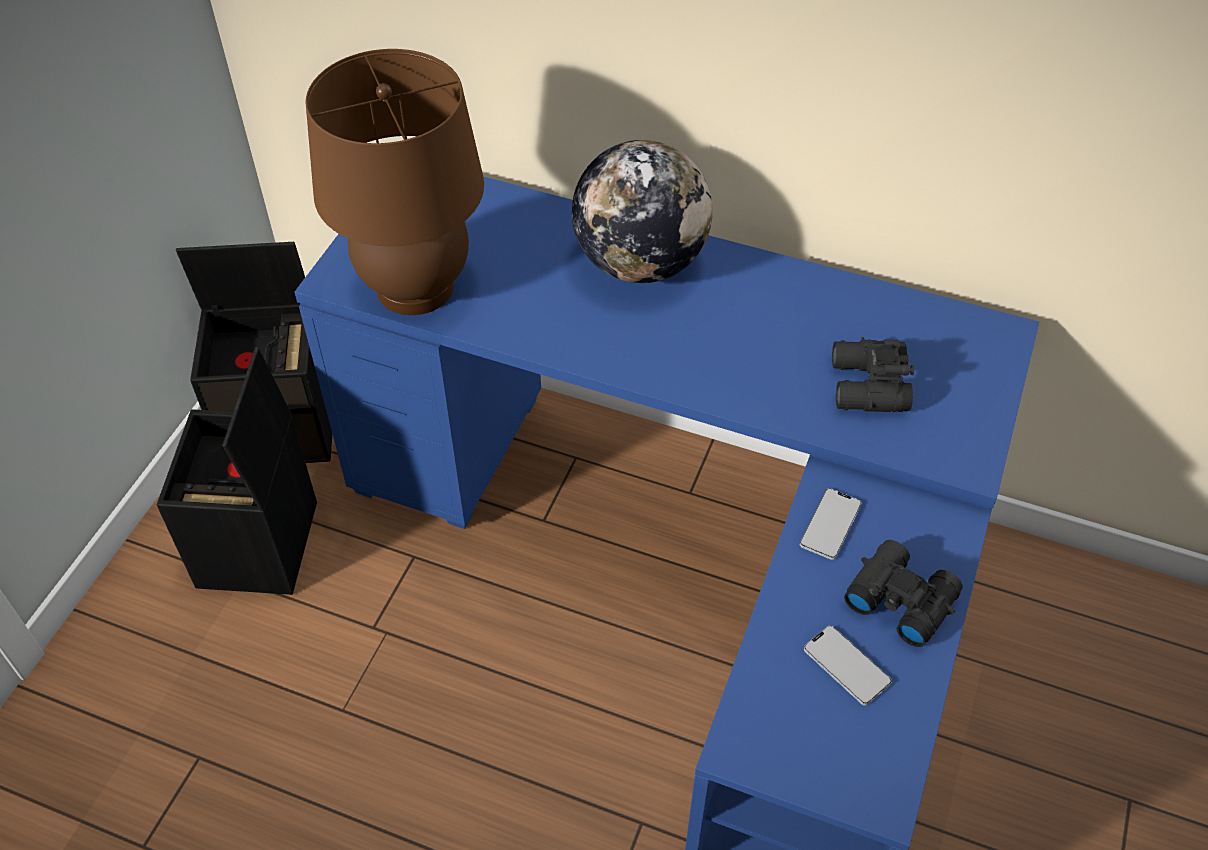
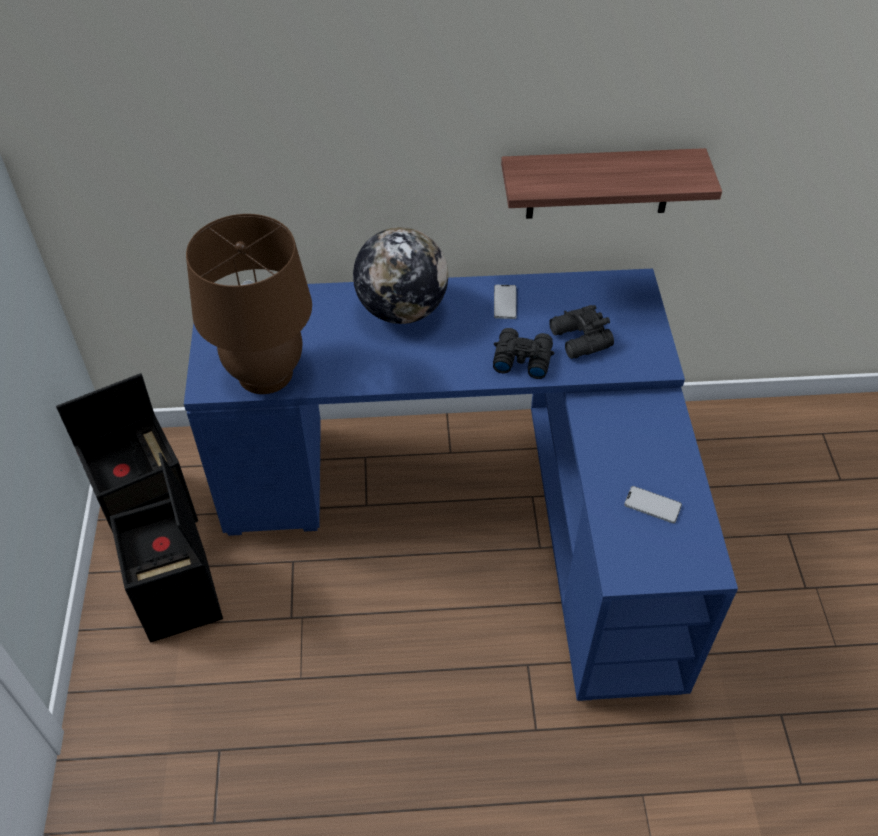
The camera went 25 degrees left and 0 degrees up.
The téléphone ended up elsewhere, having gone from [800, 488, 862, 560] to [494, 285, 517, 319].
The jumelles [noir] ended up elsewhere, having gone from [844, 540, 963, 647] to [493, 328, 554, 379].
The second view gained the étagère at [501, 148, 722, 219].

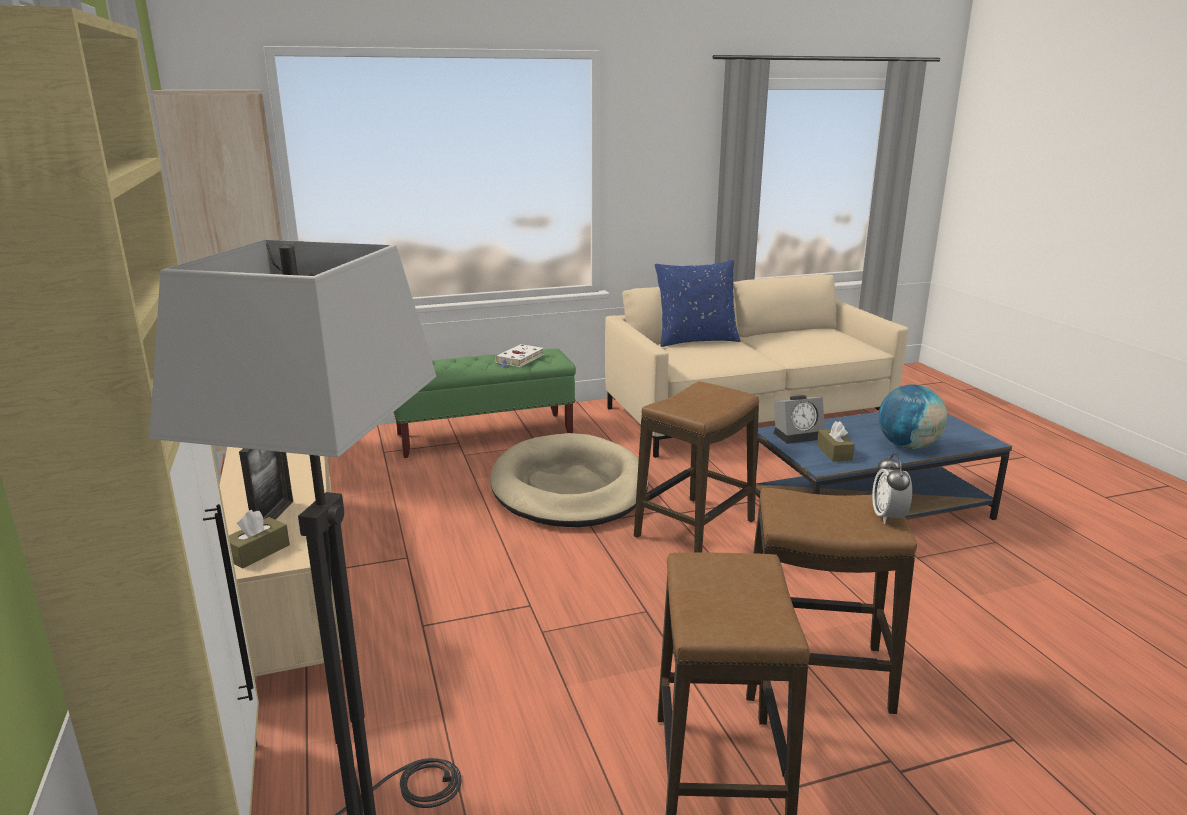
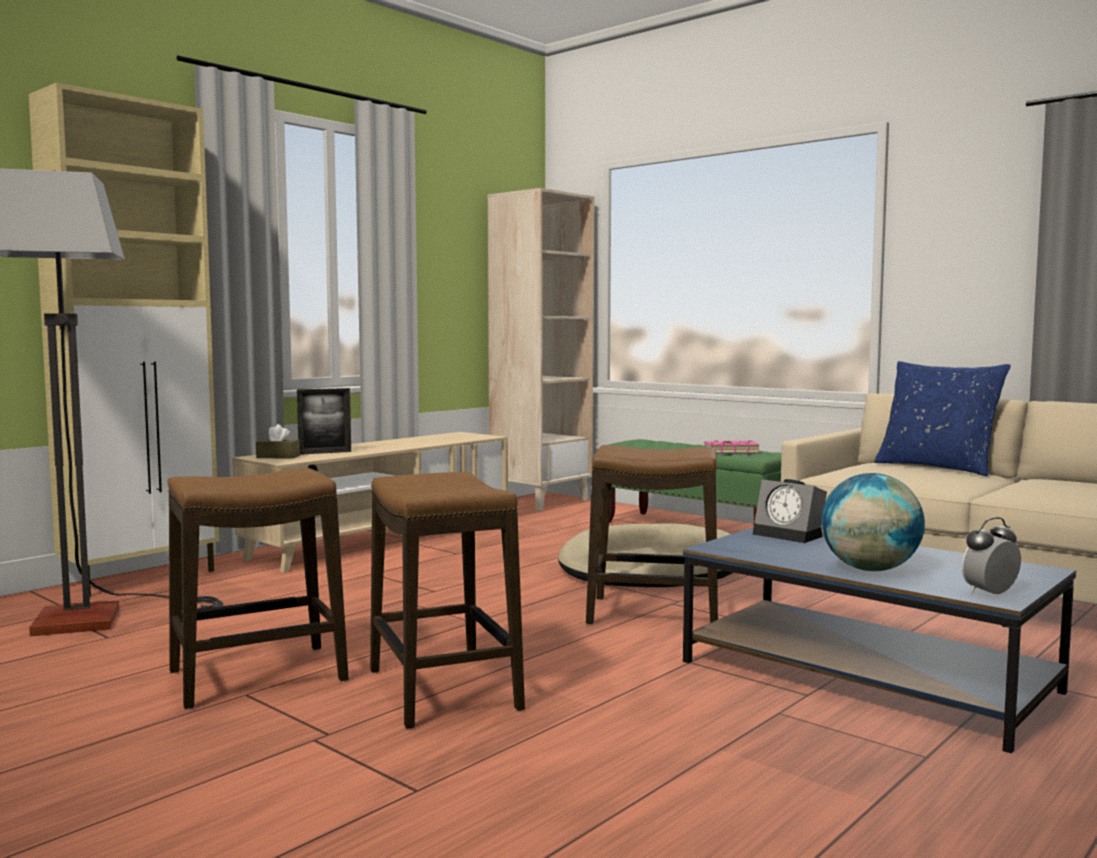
The camera went 60 degrees right and 15 degrees down.
What was the livre [blanc] at [495, 344, 544, 368] turned into the livre [rose] at [704, 440, 760, 453].
The second view lost the boîte à mouchoirs [marron] at [817, 421, 855, 462].
The réveil ended up elsewhere, having gone from [872, 454, 912, 524] to [962, 517, 1021, 596].

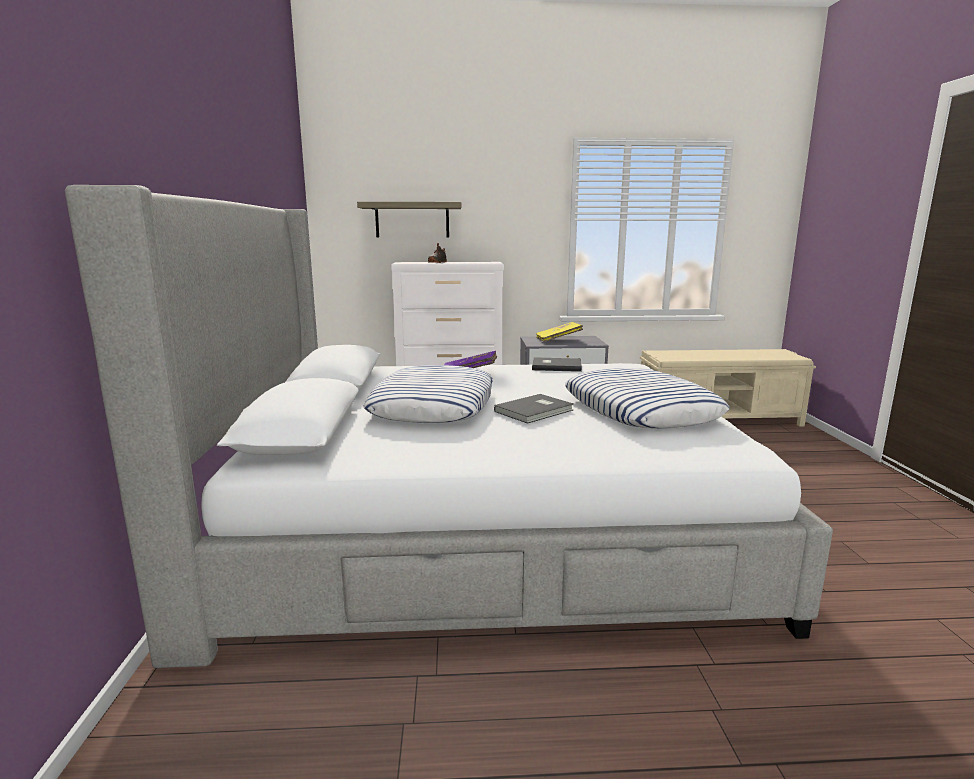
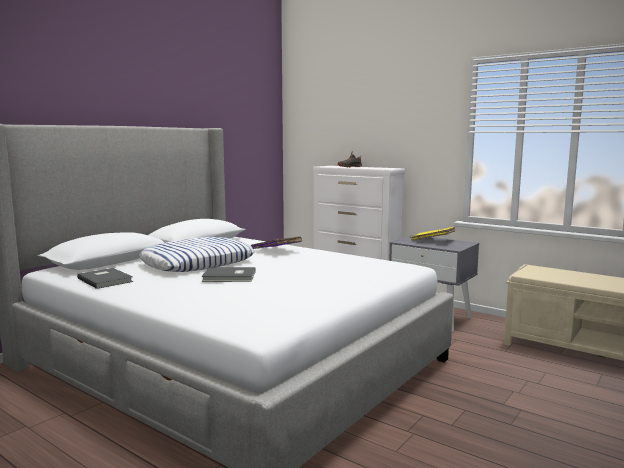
The camera went 40 degrees right and 5 degrees down.
The second view lost the étagère at [357, 202, 461, 238].
The livre [gris] ended up elsewhere, having gone from [532, 357, 582, 372] to [77, 268, 133, 289].
The second view lost the coussin at [565, 368, 730, 429].

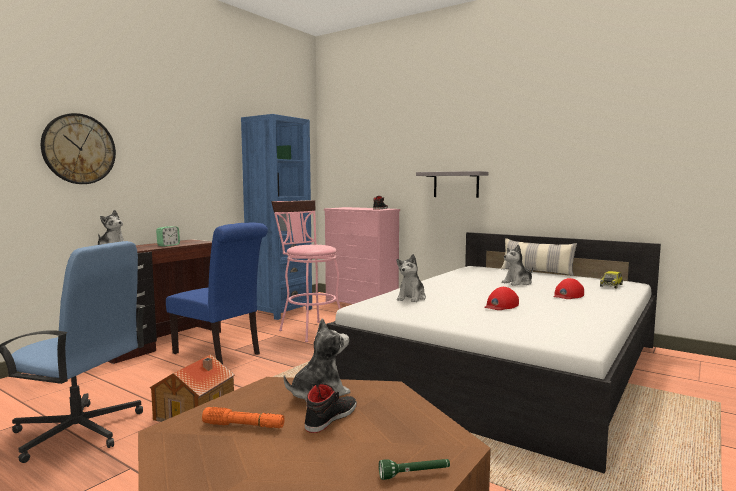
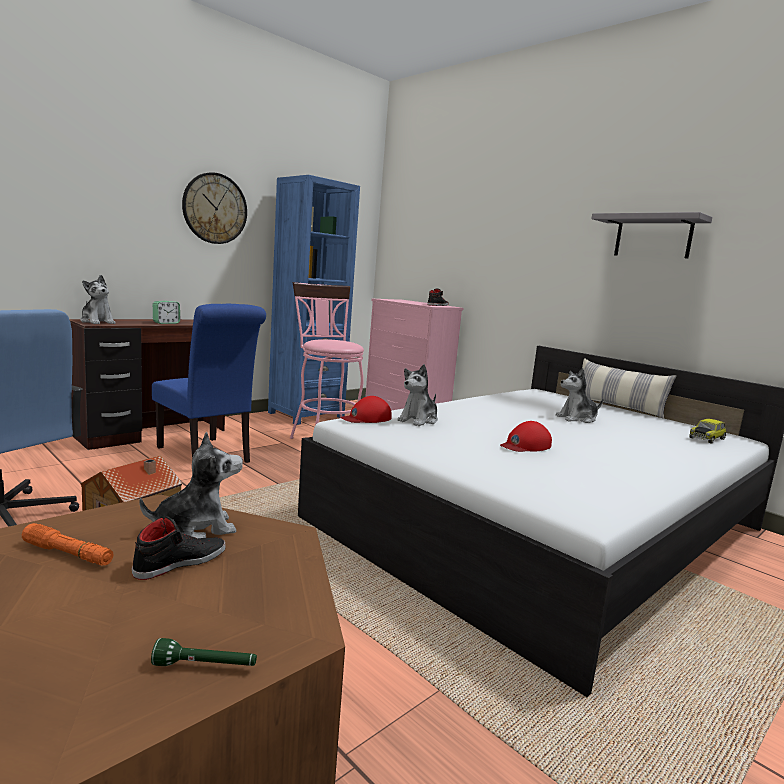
The camera went 10 degrees right and 5 degrees up.
The horloge murale ended up elsewhere, having gone from [41, 113, 116, 184] to [182, 172, 247, 244].
The étagère [gris] ended up elsewhere, having gone from [416, 171, 489, 198] to [592, 212, 712, 258].
The casquette [rouge] ended up elsewhere, having gone from [553, 278, 584, 299] to [340, 396, 392, 423].

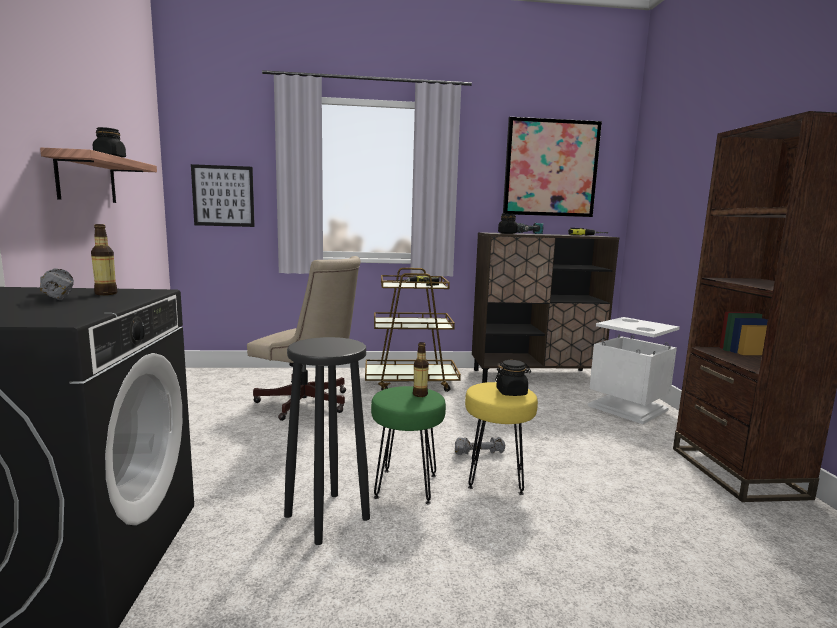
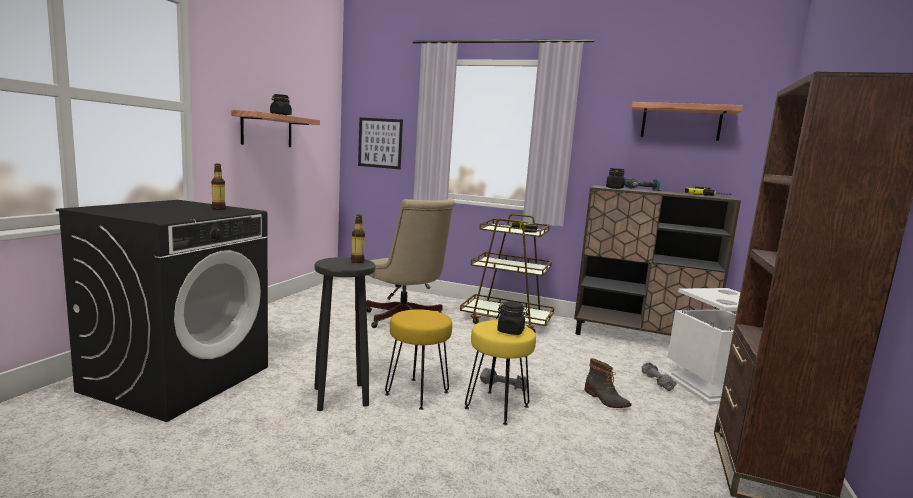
The camera went 25 degrees right and 0 degrees up.
The haltère [gris] ended up elsewhere, having gone from [40, 268, 74, 300] to [642, 362, 676, 391].
What was the tabouret [vert] at [371, 386, 446, 504] turned into the tabouret [jaune] at [385, 309, 452, 410].
The bouteille ended up elsewhere, having gone from [413, 342, 429, 397] to [351, 215, 365, 263].
Where the tableau hung at [503, 117, 602, 217], the étagère came to hang at [632, 102, 743, 141].
The second view gained the botte at [585, 358, 632, 408].

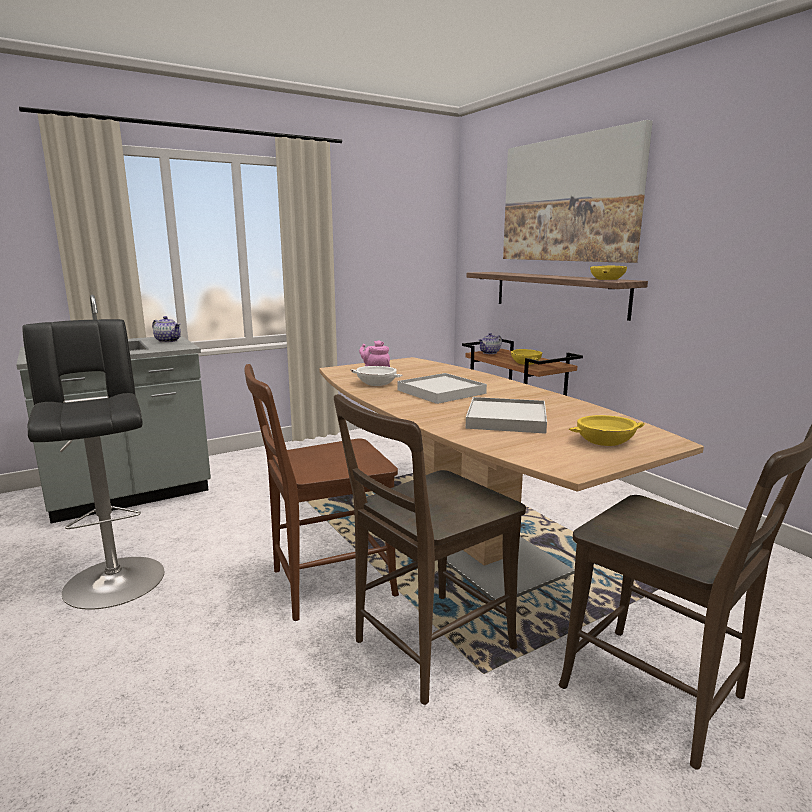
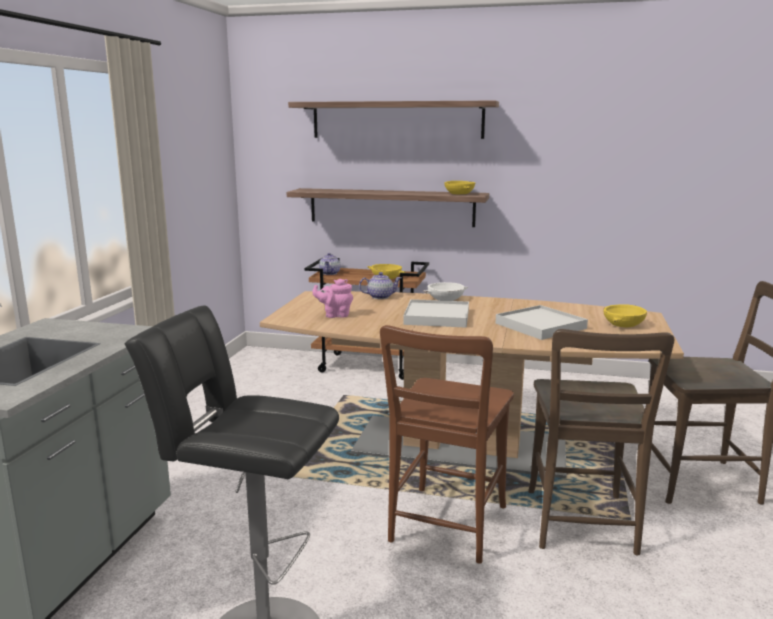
The camera went 45 degrees left and 0 degrees up.
The théière ended up elsewhere, having gone from [152, 316, 181, 343] to [359, 272, 401, 299].
The bol [blanc] ended up elsewhere, having gone from [350, 366, 403, 386] to [423, 282, 468, 301].
Where the tableau hung at [503, 120, 653, 263], the étagère came to hang at [288, 101, 499, 139].

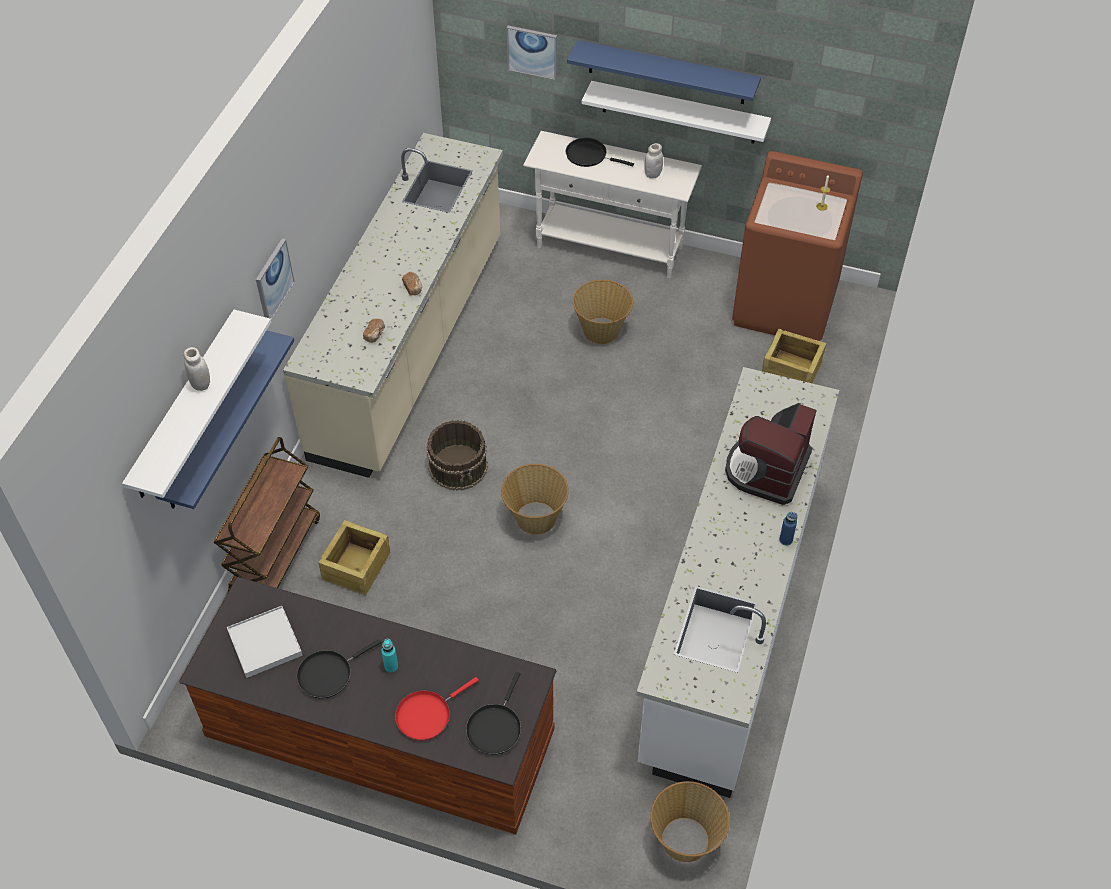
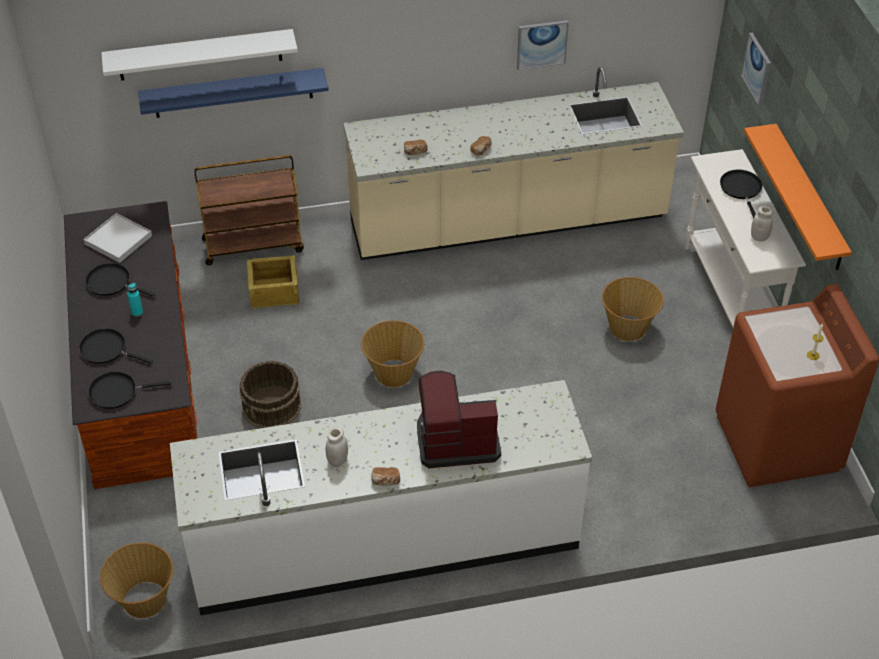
The camera went 60 degrees right and 5 degrees down.
The bocal [blanc] ended up elsewhere, having gone from [184, 347, 210, 391] to [325, 427, 348, 467].
The tableau ended up elsewhere, having gone from [256, 238, 295, 320] to [517, 20, 569, 70].
What was the poêle [rouge] at [395, 677, 479, 741] turned into the poêle [noir] at [79, 328, 153, 364].
The seau [marron] ended up elsewhere, having gone from [426, 420, 488, 491] to [240, 360, 301, 428].
The second view lost the étagère [bleu] at [567, 40, 761, 104].
What was the étagère [blanc] at [582, 81, 771, 144] turned into the étagère [orange] at [744, 124, 852, 270].
The second view lost the caisse at [762, 329, 826, 383].
Where the bouteille [bleu] stood at [779, 512, 797, 546], the pain came to stand at [371, 467, 400, 486].

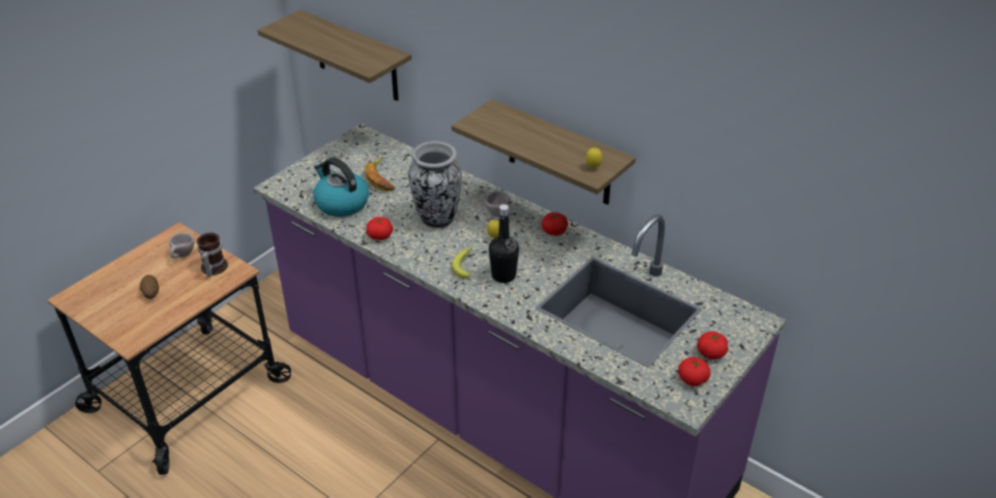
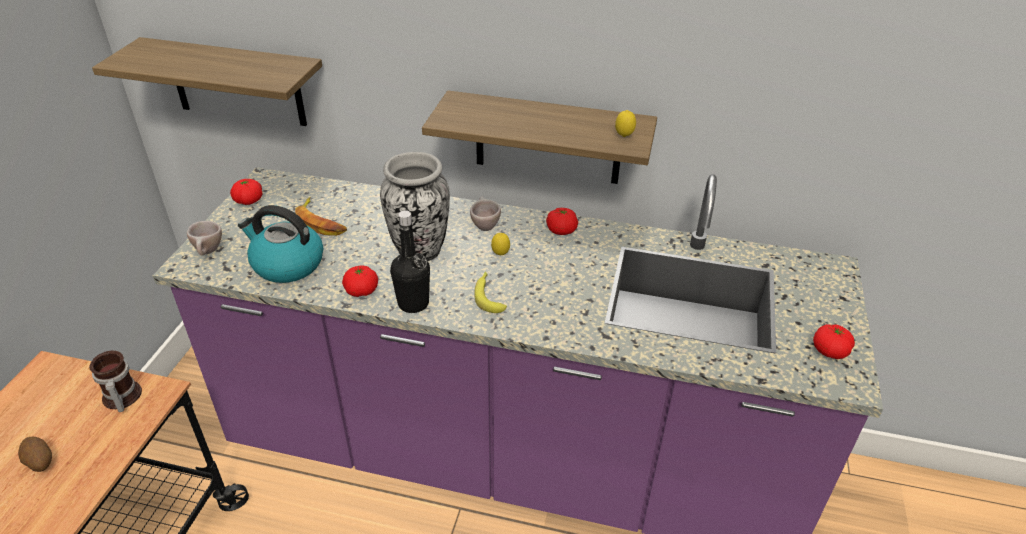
The camera went 25 degrees left and 0 degrees up.
The tasse [beige] ended up elsewhere, having gone from [169, 233, 194, 258] to [187, 221, 222, 255].
The bouteille [noir] ended up elsewhere, having gone from [489, 204, 519, 283] to [390, 210, 430, 313].
The tomate ended up elsewhere, having gone from [697, 331, 728, 360] to [230, 179, 262, 205].

